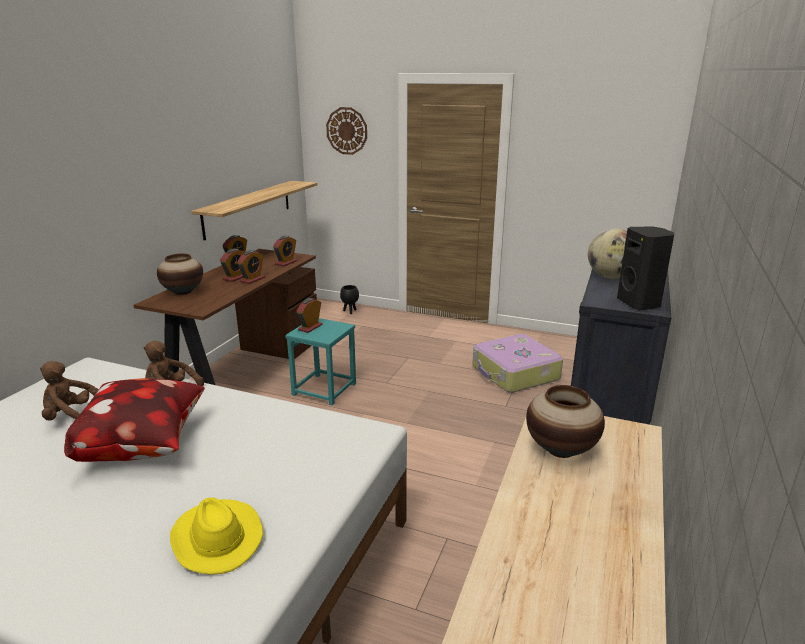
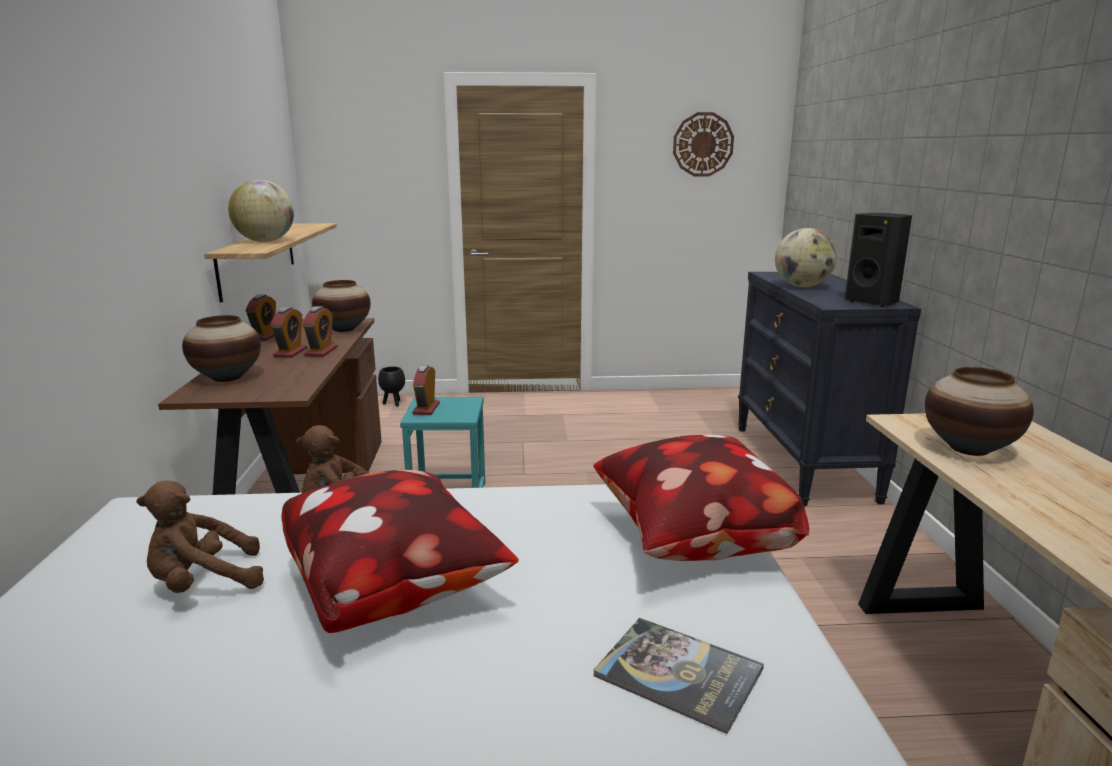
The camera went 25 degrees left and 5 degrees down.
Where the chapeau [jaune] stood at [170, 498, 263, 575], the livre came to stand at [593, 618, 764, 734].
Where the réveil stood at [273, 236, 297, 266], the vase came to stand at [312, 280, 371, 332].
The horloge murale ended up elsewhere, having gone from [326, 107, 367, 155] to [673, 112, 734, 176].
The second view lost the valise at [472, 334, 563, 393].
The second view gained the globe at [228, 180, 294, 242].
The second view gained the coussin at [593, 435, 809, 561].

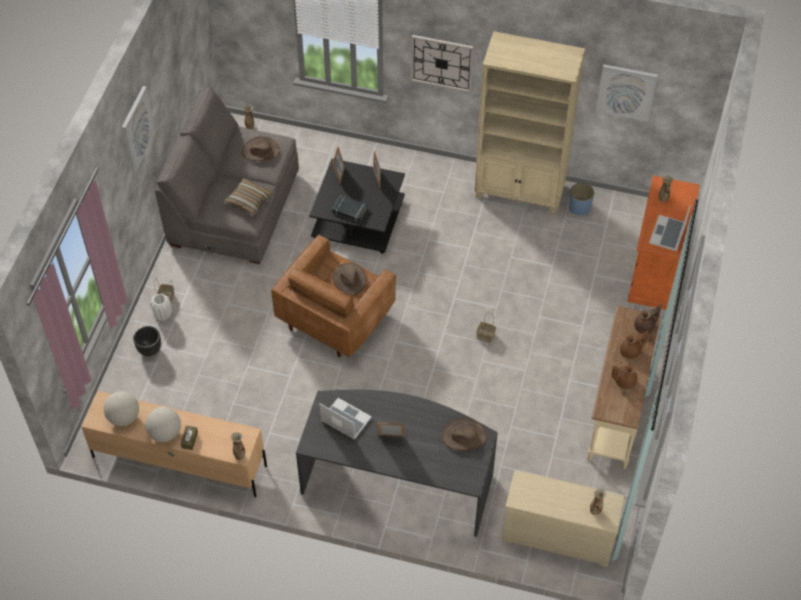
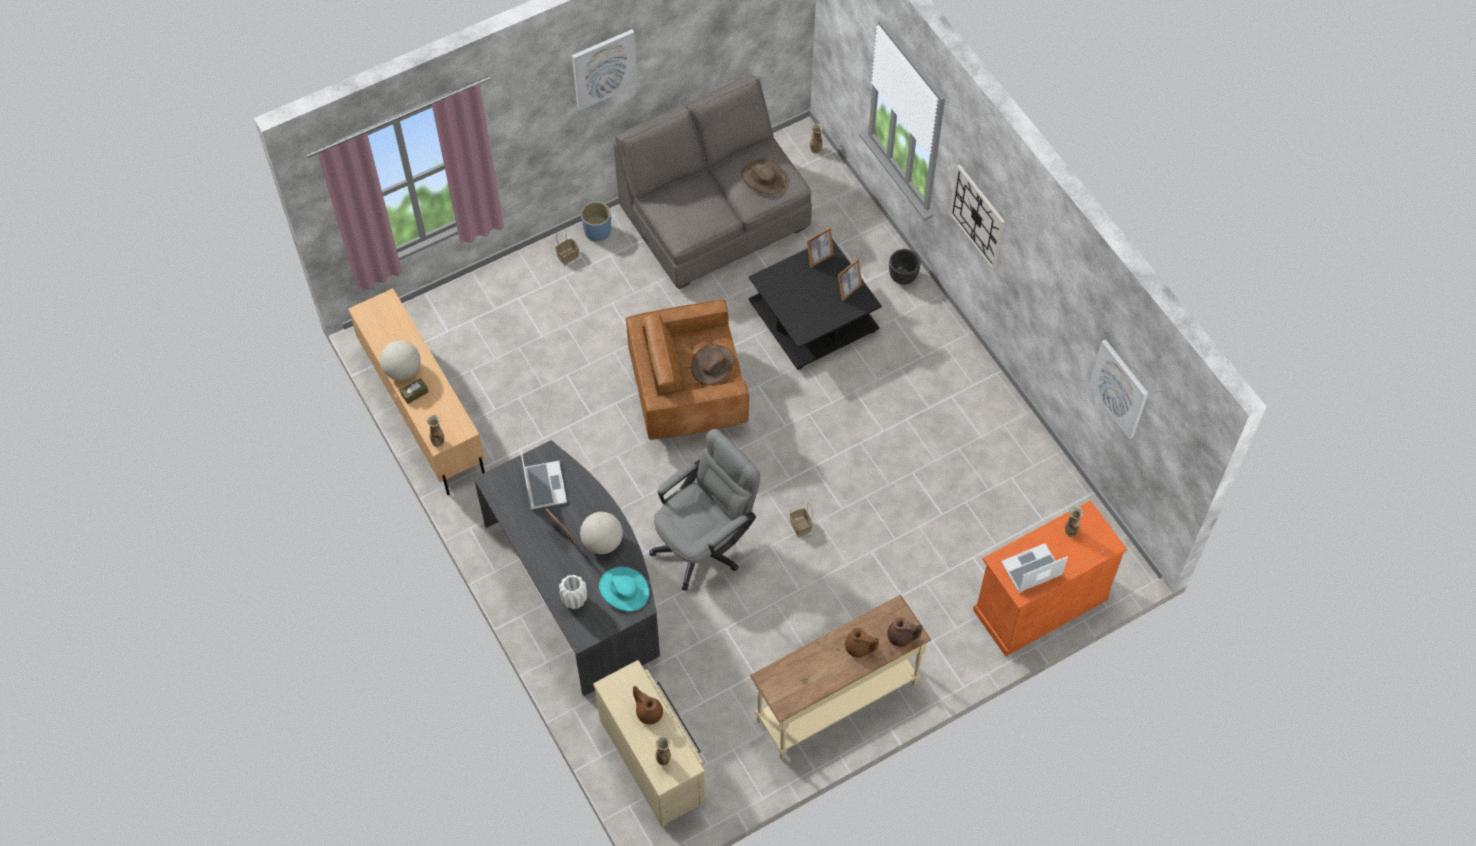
The camera went 45 degrees right and 5 degrees up.
The globe ended up elsewhere, having gone from [104, 391, 139, 426] to [580, 512, 623, 554].
The cache-pot [noir] ended up elsewhere, having gone from [133, 326, 161, 356] to [889, 249, 920, 285].
The vase [blanc] ended up elsewhere, having gone from [150, 294, 172, 321] to [559, 575, 587, 609].
The second view lost the coussin at [224, 178, 273, 216].
The second view lost the livre [noir] at [332, 195, 368, 222].
What was the chapeau [marron] at [442, 418, 487, 451] turned into the chapeau [turquoise] at [599, 567, 649, 611].
The second view lost the bibliothèque [beige] at [474, 31, 585, 214].
The cache-pot [bleu] ended up elsewhere, having gone from [569, 183, 594, 216] to [581, 202, 611, 242].
The théière [marron] ended up elsewhere, having gone from [612, 365, 637, 389] to [633, 686, 663, 724].
The second view gained the chaise de bureau [gris] at [649, 429, 760, 591].

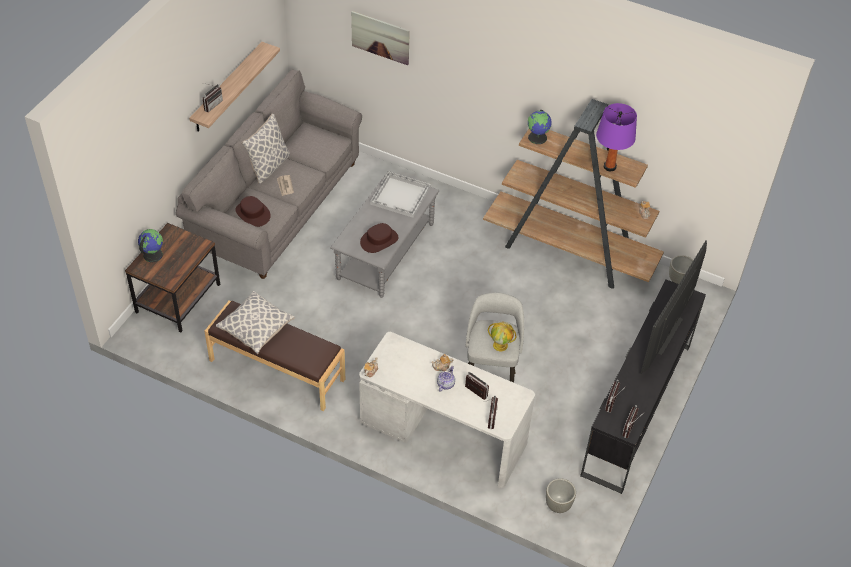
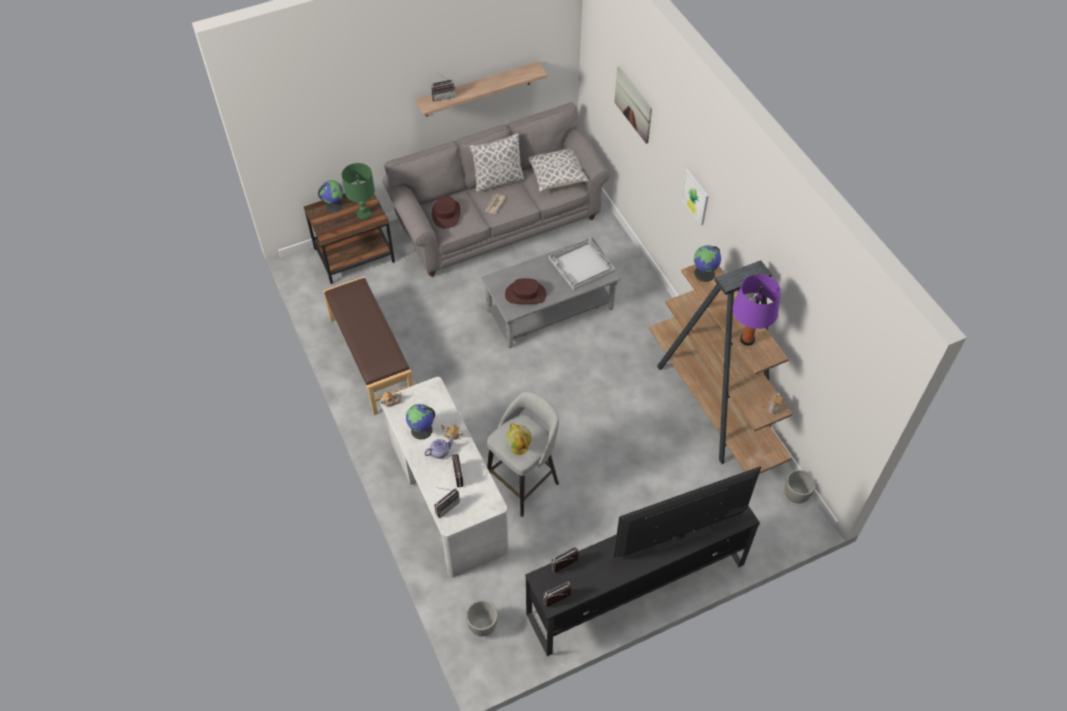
The camera went 40 degrees right and 5 degrees up.
The coussin ended up elsewhere, having gone from [216, 291, 295, 354] to [528, 148, 589, 193].
The second view gained the lampe de table [vert] at [342, 163, 375, 219].
The second view gained the globe at [406, 404, 435, 440].
The second view gained the tableau at [681, 169, 709, 225].

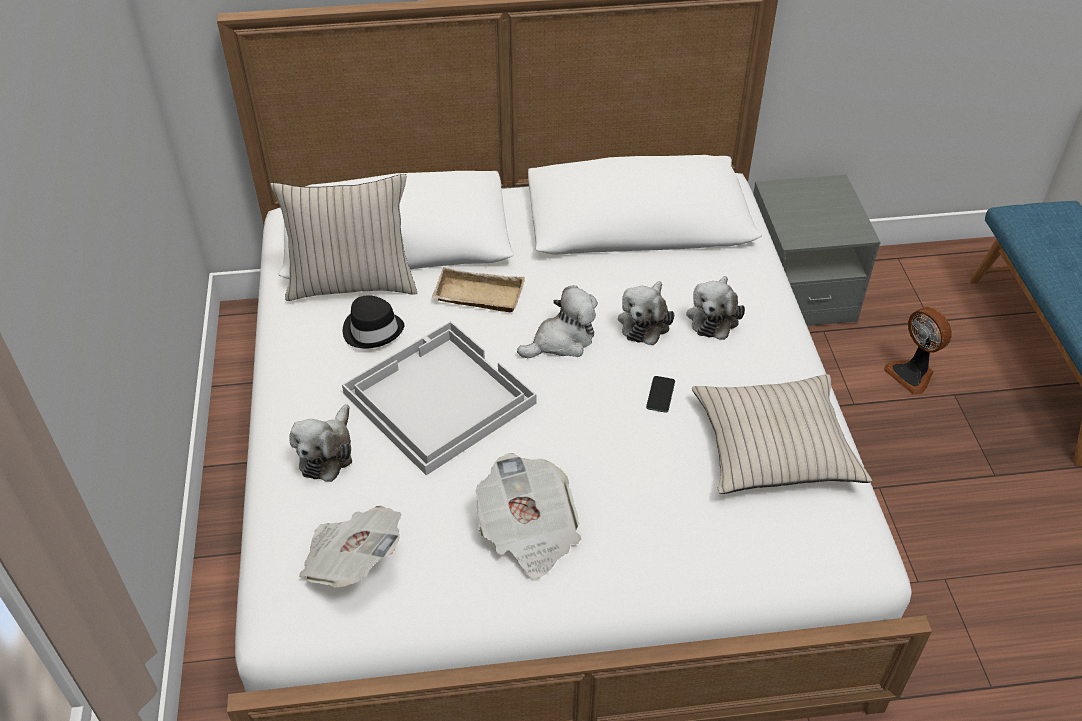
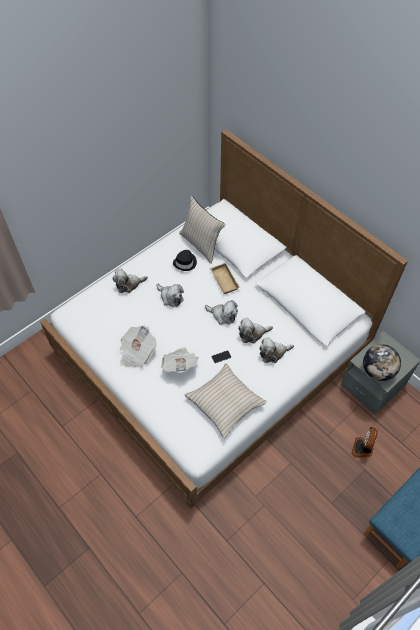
The camera went 55 degrees right and 10 degrees up.
The journal ended up elsewhere, having gone from [299, 505, 402, 588] to [161, 347, 199, 373].
Where the plateau [blanc] stood at [342, 321, 536, 475], the peluche came to stand at [156, 283, 184, 307].
The second view gained the globe at [363, 344, 401, 381].

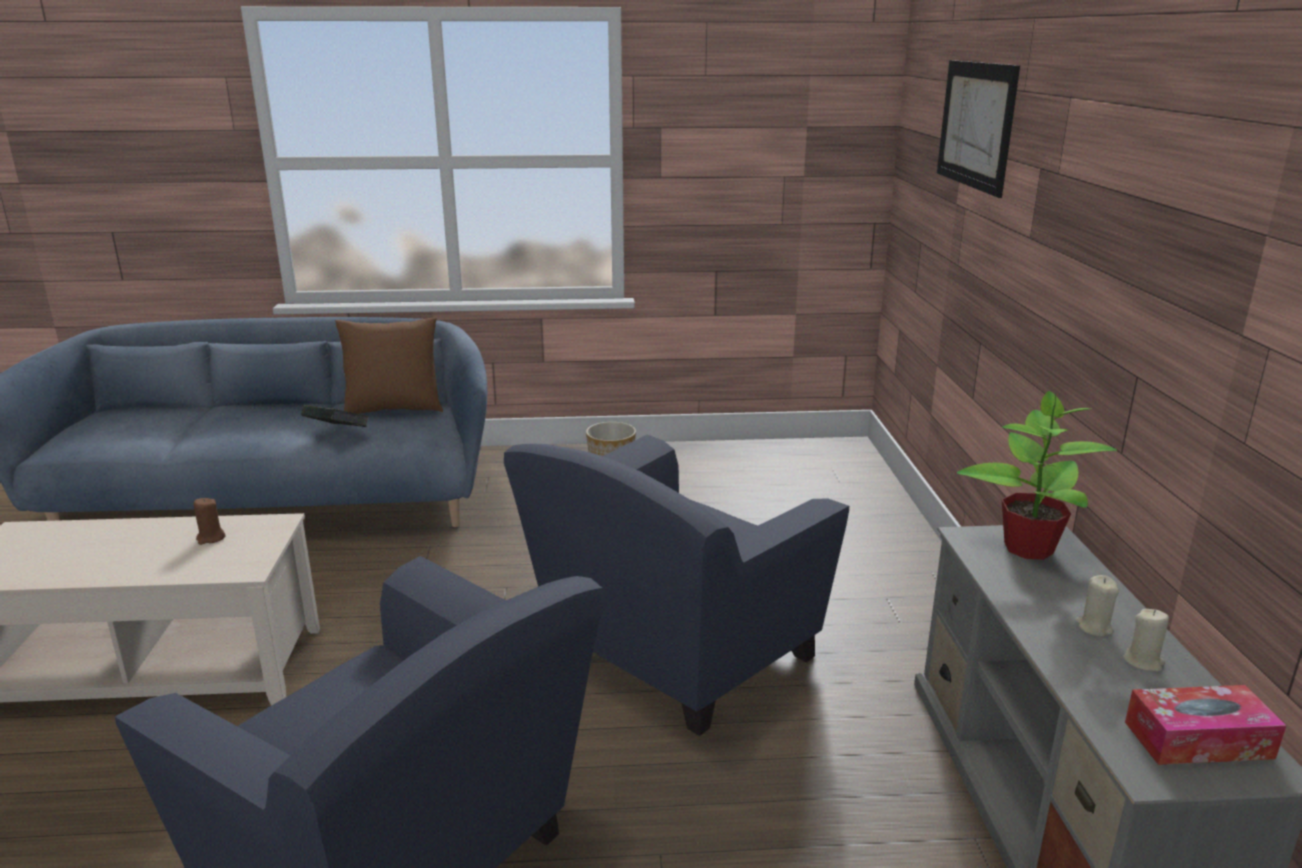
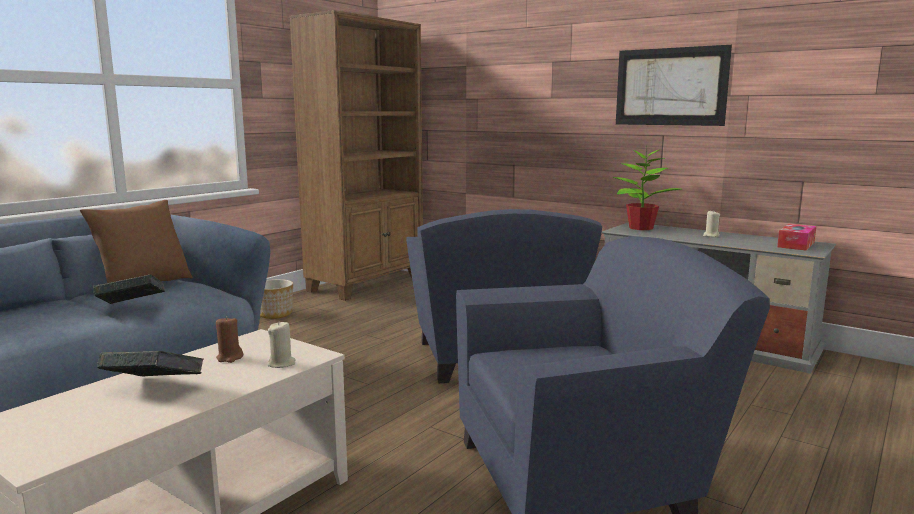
The camera went 50 degrees left and 10 degrees down.
The tableau ended up elsewhere, having gone from [937, 60, 1020, 198] to [616, 45, 732, 126].
The bougie [beige] ended up elsewhere, having gone from [1123, 609, 1169, 672] to [268, 322, 295, 368].
The second view gained the livre at [97, 351, 204, 377].
The second view gained the bibliothèque [marron] at [289, 10, 423, 301].

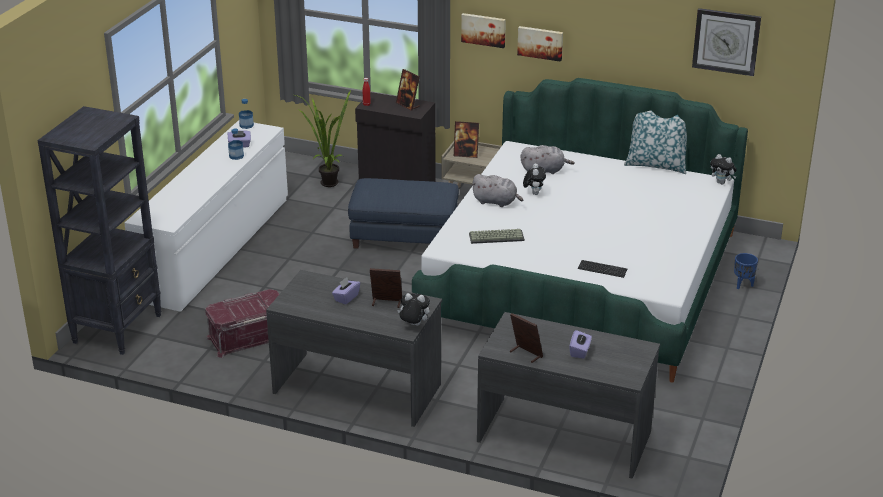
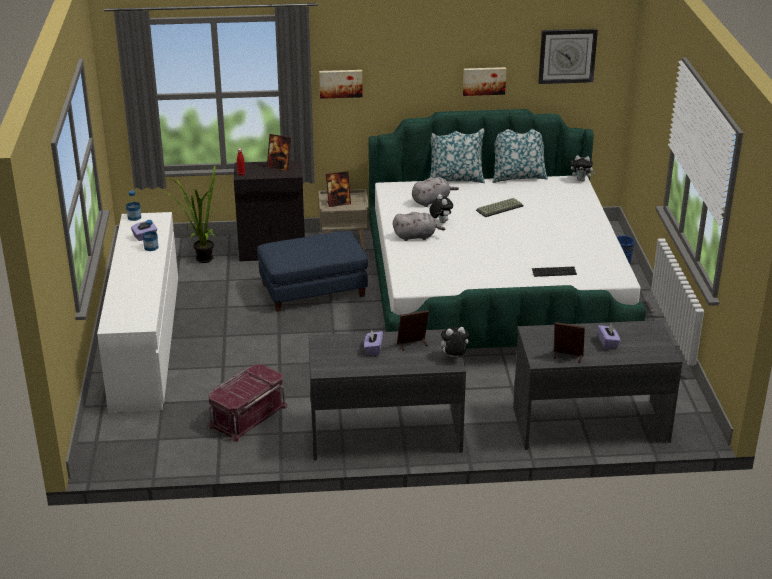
The camera went 25 degrees left and 0 degrees up.
The second view lost the bibliothèque [noir] at [37, 106, 161, 355].
The clavier ended up elsewhere, having gone from [469, 229, 525, 244] to [476, 198, 524, 217].
The tableau ended up elsewhere, having gone from [517, 26, 563, 62] to [463, 67, 506, 96].
The second view gained the coussin at [430, 128, 485, 183].

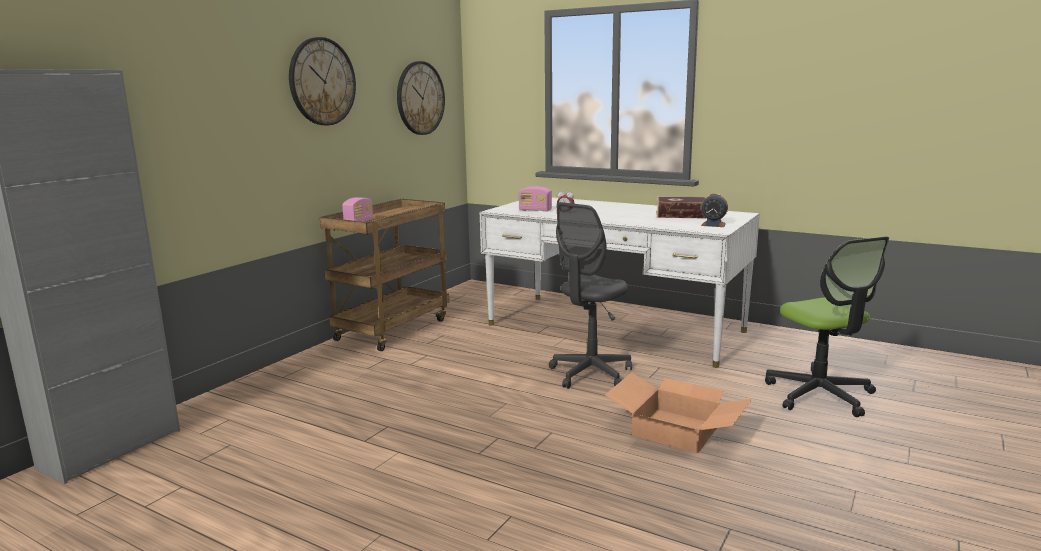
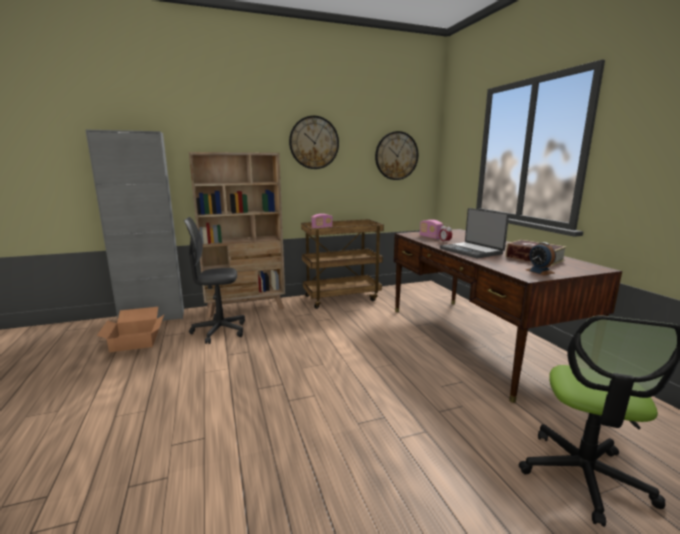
The camera went 40 degrees right and 0 degrees up.
What was the bureau [blanc] at [479, 197, 760, 368] turned into the bureau [marron] at [394, 229, 622, 403].
The chaise de bureau [gris] ended up elsewhere, having gone from [549, 202, 632, 389] to [184, 217, 245, 344].
The carton ended up elsewhere, having gone from [605, 372, 752, 453] to [97, 307, 164, 352].
The second view gained the bibliothèque [beige] at [189, 152, 285, 318].
The second view gained the ordinateur portable at [440, 208, 509, 258].

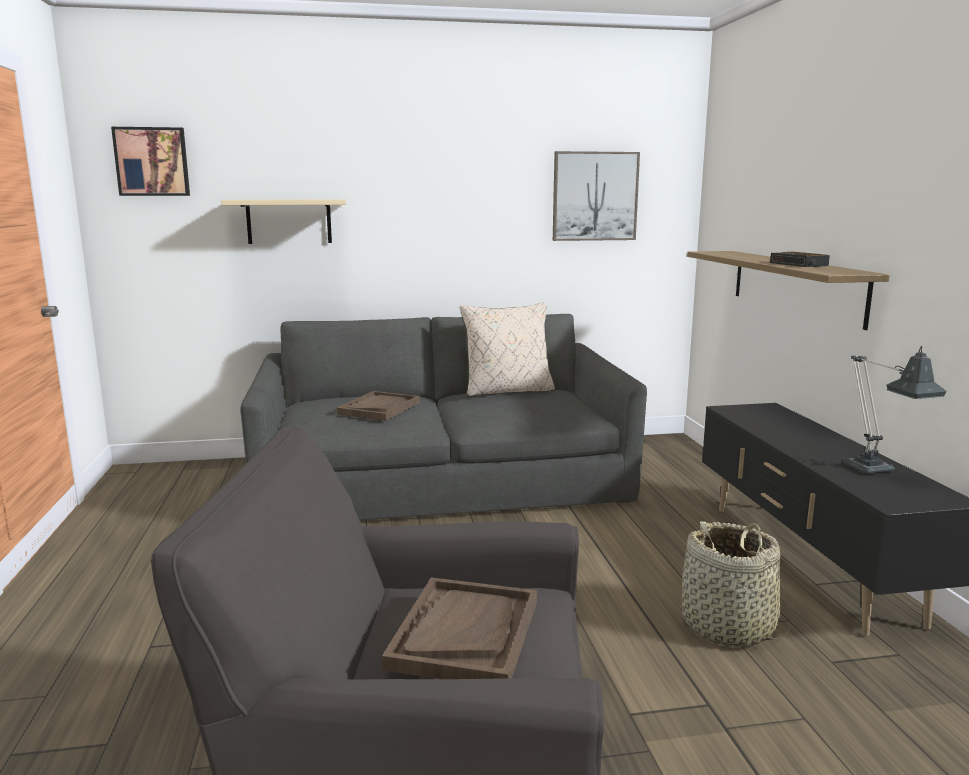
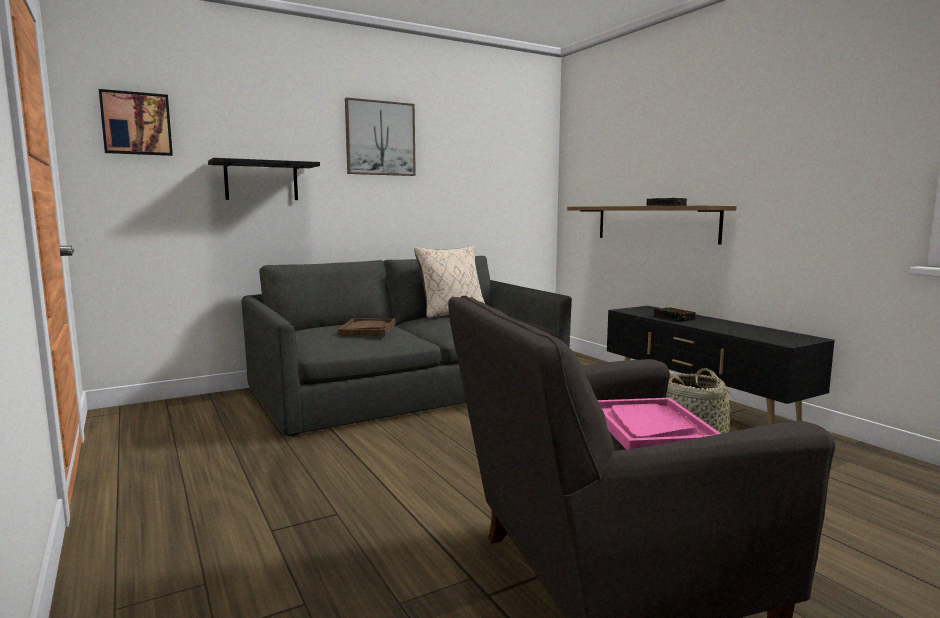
The camera went 20 degrees left and 5 degrees down.
What was the étagère [beige] at [221, 200, 346, 244] turned into the étagère [noir] at [208, 158, 320, 200].
What was the plateau [marron] at [382, 577, 537, 679] turned into the plateau [rose] at [598, 398, 721, 449].
The tableau ended up elsewhere, having gone from [553, 151, 640, 241] to [345, 97, 416, 176].
The second view lost the lampe de table at [843, 346, 947, 473].
The second view gained the réveil at [654, 307, 696, 322].

